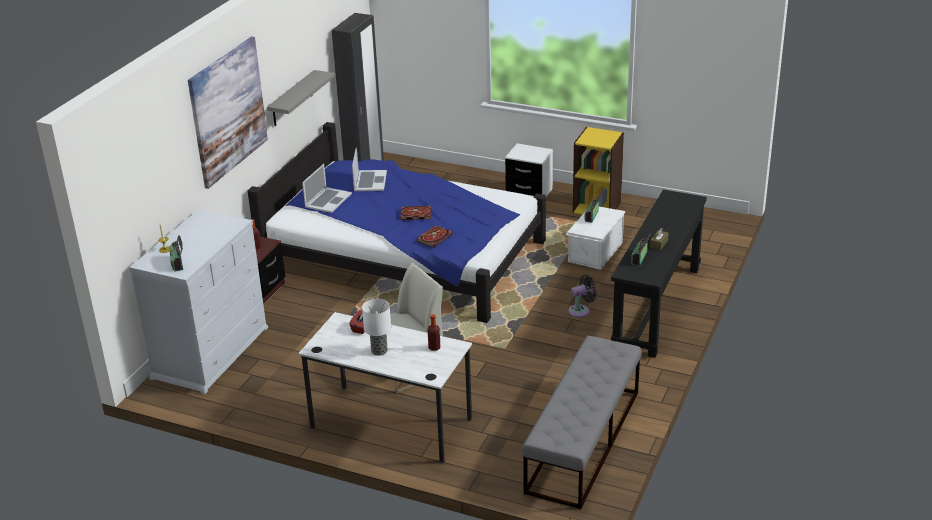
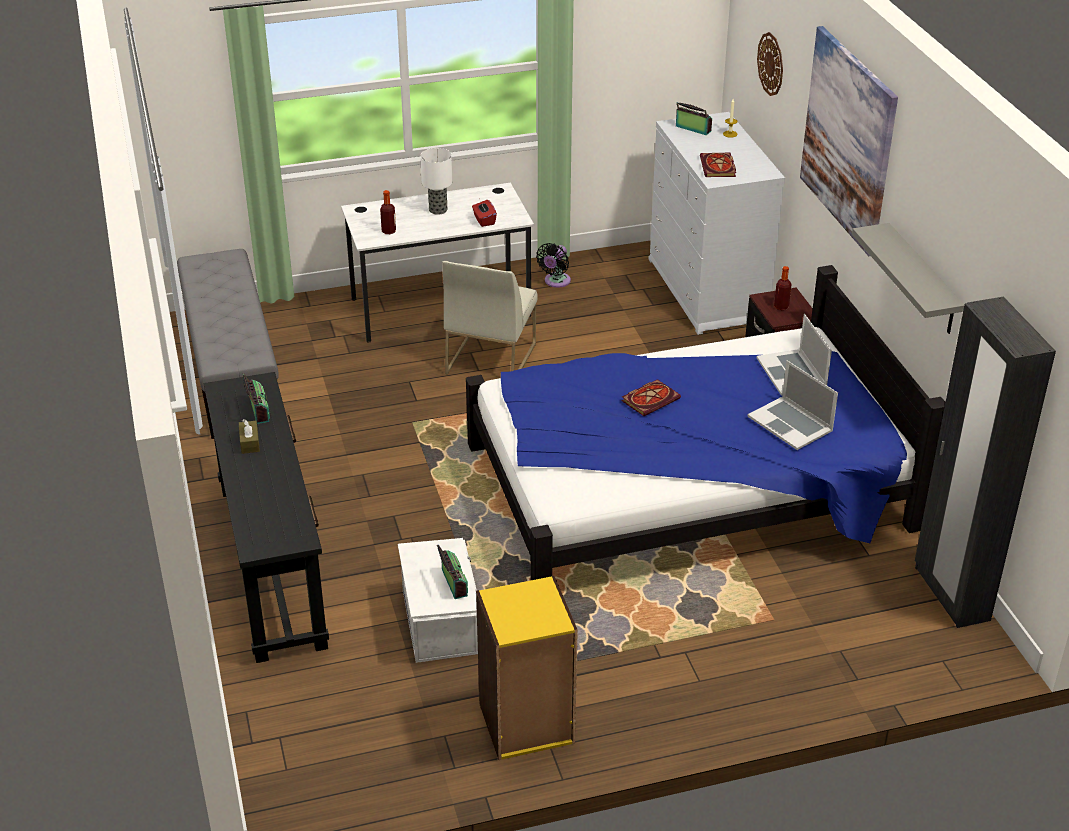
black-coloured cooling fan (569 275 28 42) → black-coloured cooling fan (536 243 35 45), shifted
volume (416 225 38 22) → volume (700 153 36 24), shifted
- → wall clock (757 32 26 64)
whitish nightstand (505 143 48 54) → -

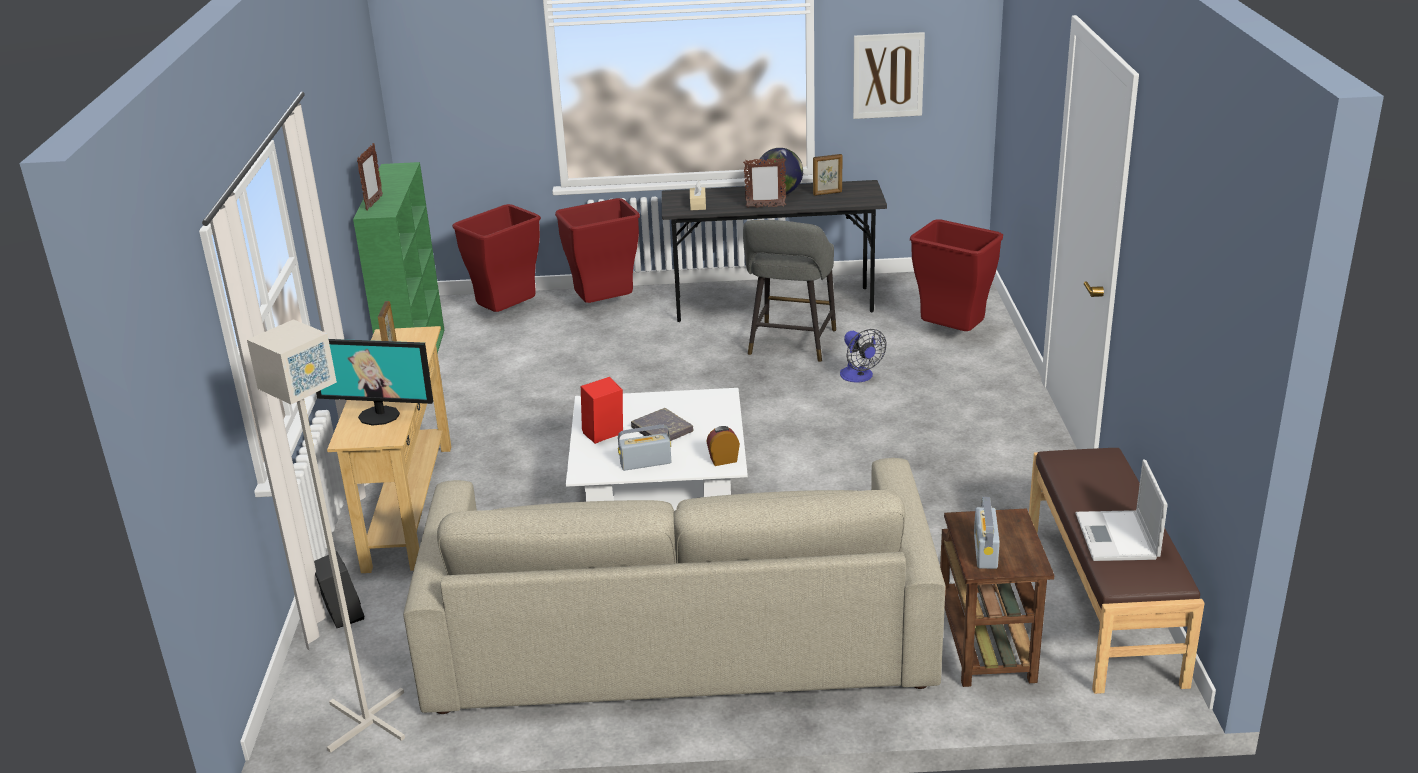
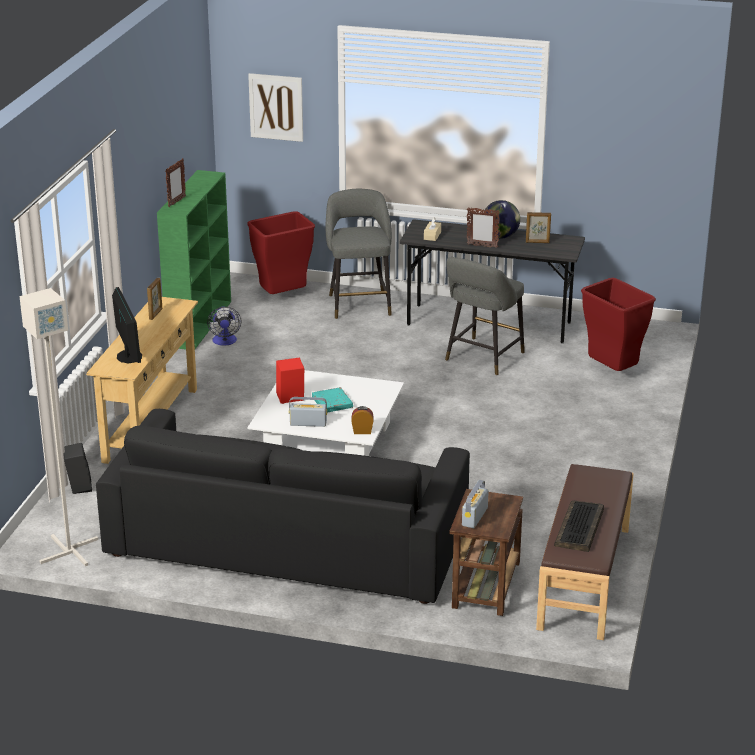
sand-coloured sofa (403 458 542 256) → black-coloured sofa (96 409 374 195)
monitor (316 339 117 87) → monitor (112 287 30 77), 135 degrees counterclockwise
cooling fan (840 329 46 53) → cooling fan (207 306 34 40), shifted
picture (853 32 72 87) → picture (248 73 55 69), shifted
greyish volume (631 408 62 33) → turquoise-coloured volume (312 387 41 26)
red-coloured rubbish bin (555 198 85 105) → greyish sitting stool (326 189 66 130)
portable computer (1075 459 93 102) → computer keyboard (554 501 50 51)

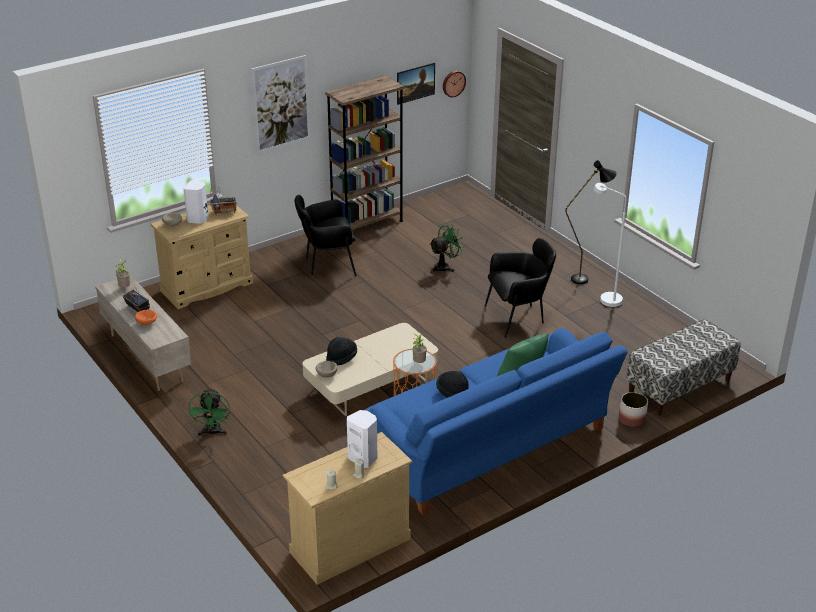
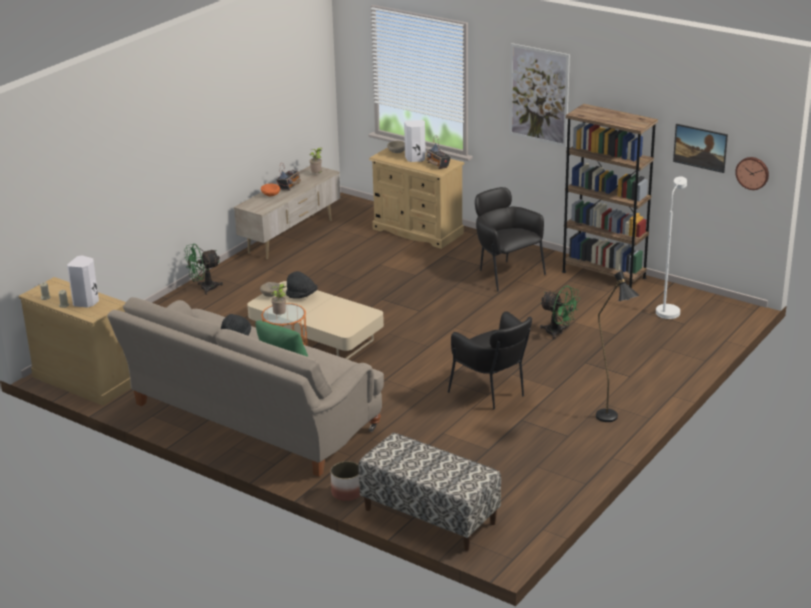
bluish sofa (365 328 263 187) → sand-coloured sofa (107 297 277 180)
whitish floor lamp (594 183 32 124) → whitish floor lamp (656 176 31 143), shifted

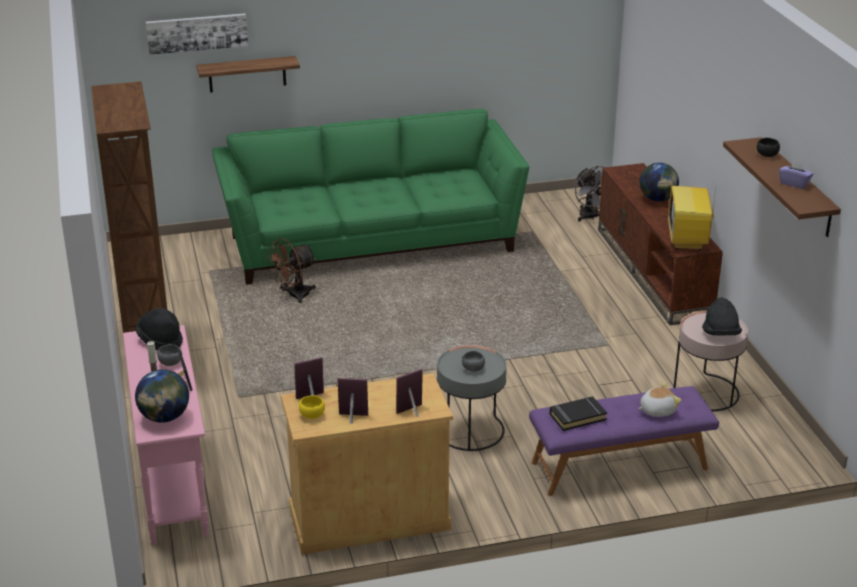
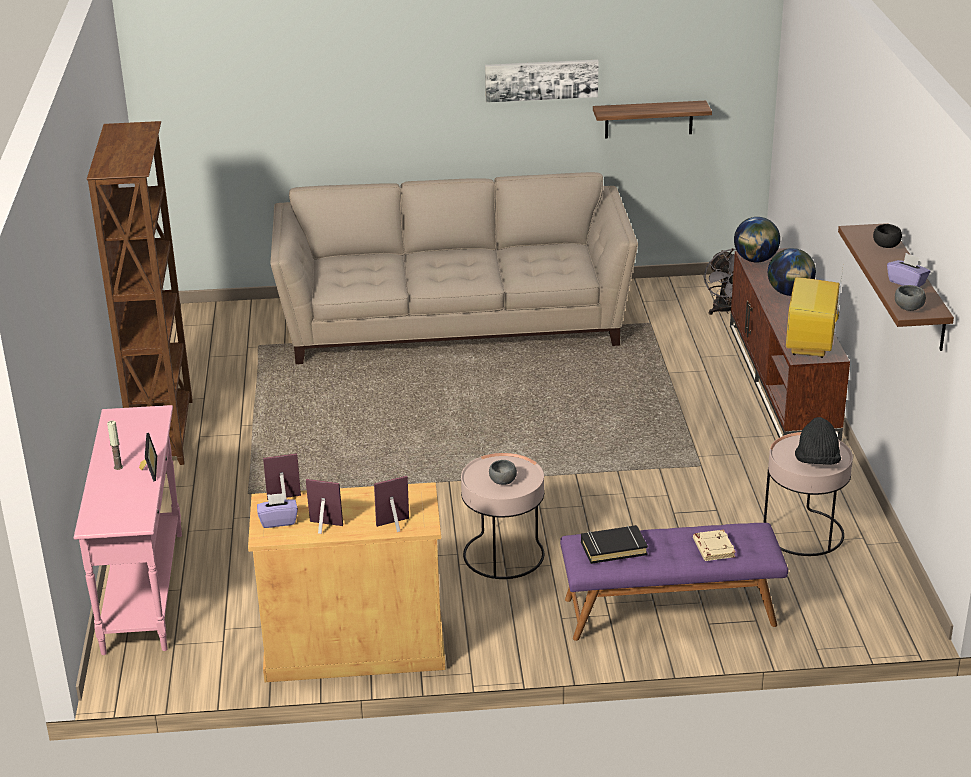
yellow-coloured serving bowl (299 395 26 24) → purple-coloured box of tissues (257 493 41 35)
green sofa (212 109 317 176) → sand-coloured sofa (270 172 368 192)
greyish end table (437 345 70 106) → pinkish end table (461 453 83 126)
picture (146 13 102 42) → picture (485 60 114 43), shifted
bracket shelf (196 56 104 37) → bracket shelf (593 101 119 37), shifted
plush toy (638 383 44 34) → sand-coloured volume (693 529 43 32)
desk globe (135 369 54 54) → desk globe (734 217 46 46), shifted
greyish serving bowl (157 344 25 22) → greyish serving bowl (895 285 31 26), shifted
black-coloured wearable hat (136 308 47 42) → -
brownish cooling fan (266 239 50 64) → -

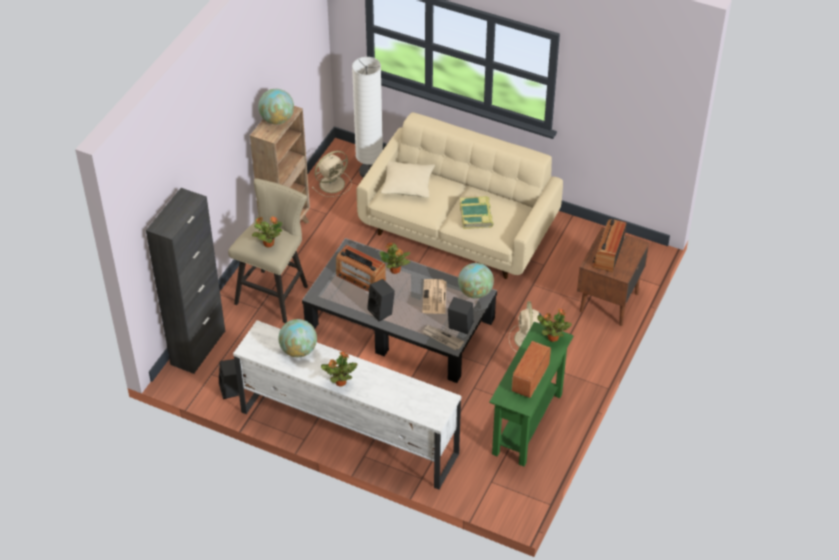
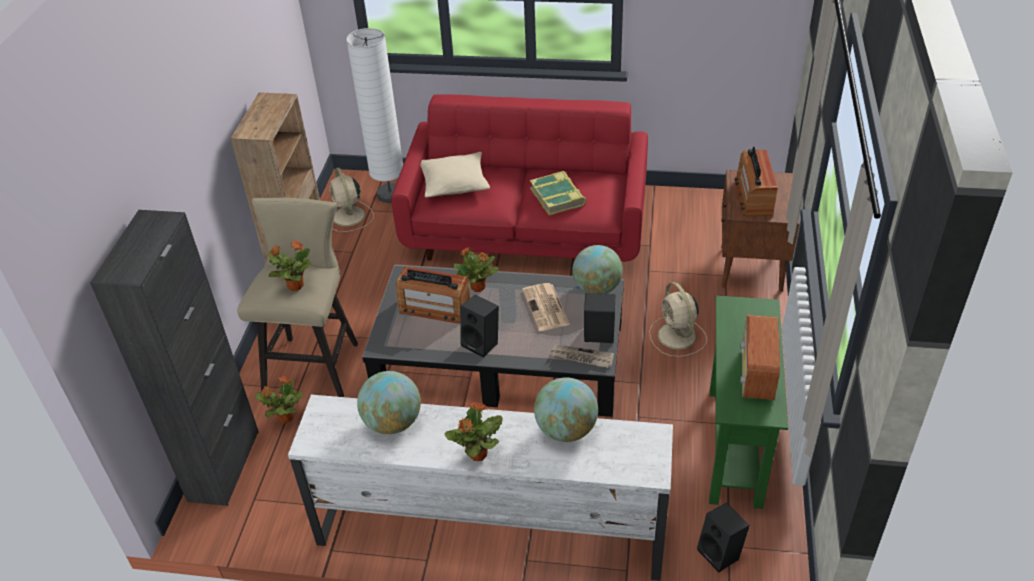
plant in a pot (538 308 34 34) → plant in a pot (255 376 48 47), shifted
sand-coloured cooling fan (312 151 40 46) → sand-coloured cooling fan (330 167 44 65), 120 degrees clockwise
sand-coloured sofa (357 112 206 167) → red-coloured sofa (391 94 257 168)
desk globe (258 89 36 35) → desk globe (534 377 64 65), shifted
black-coloured loudspeaker (219 359 20 40) → black-coloured loudspeaker (697 503 53 69), shifted

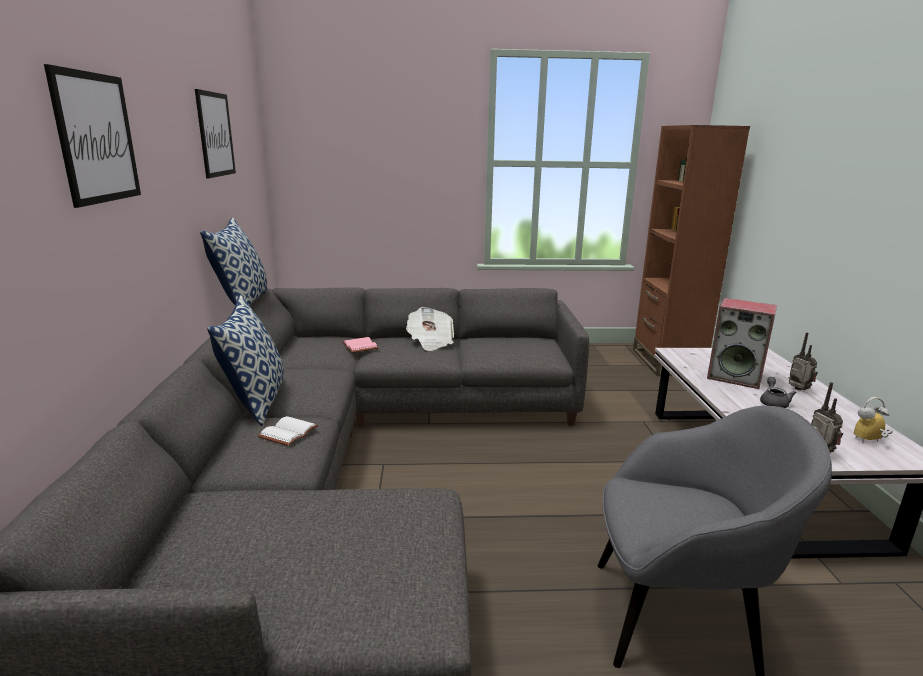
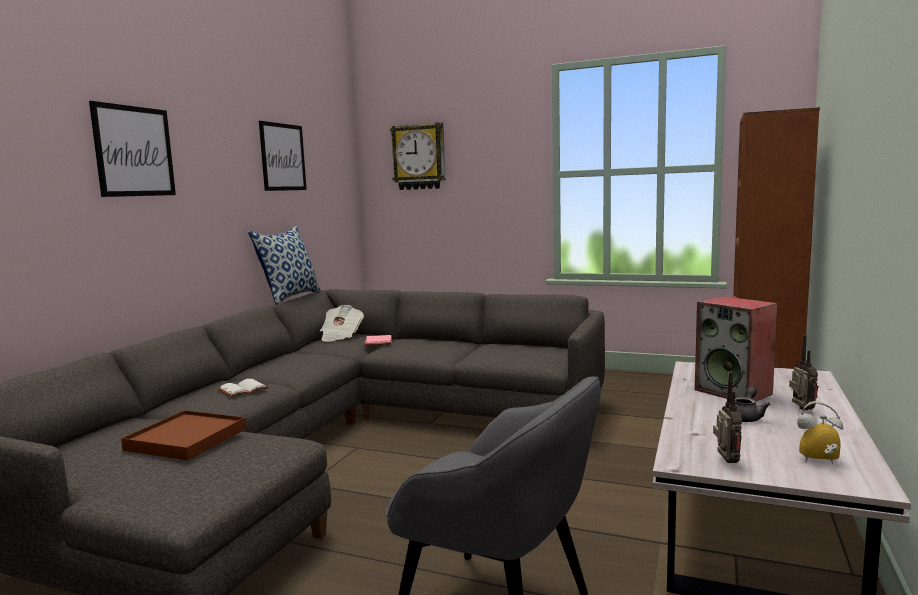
- → brownish serving tray (121 410 126 50)
printed paper (406 307 48 44) → printed paper (320 305 44 37), shifted
- → wall clock (390 122 55 68)
throw pillow (207 295 77 131) → -

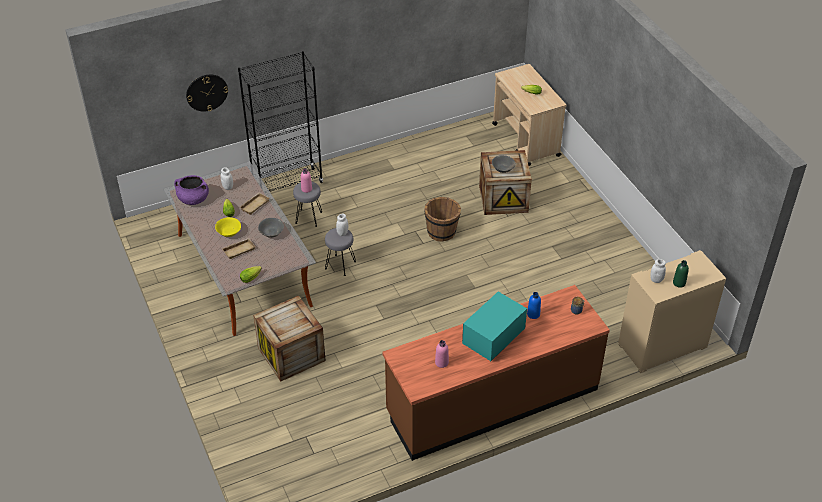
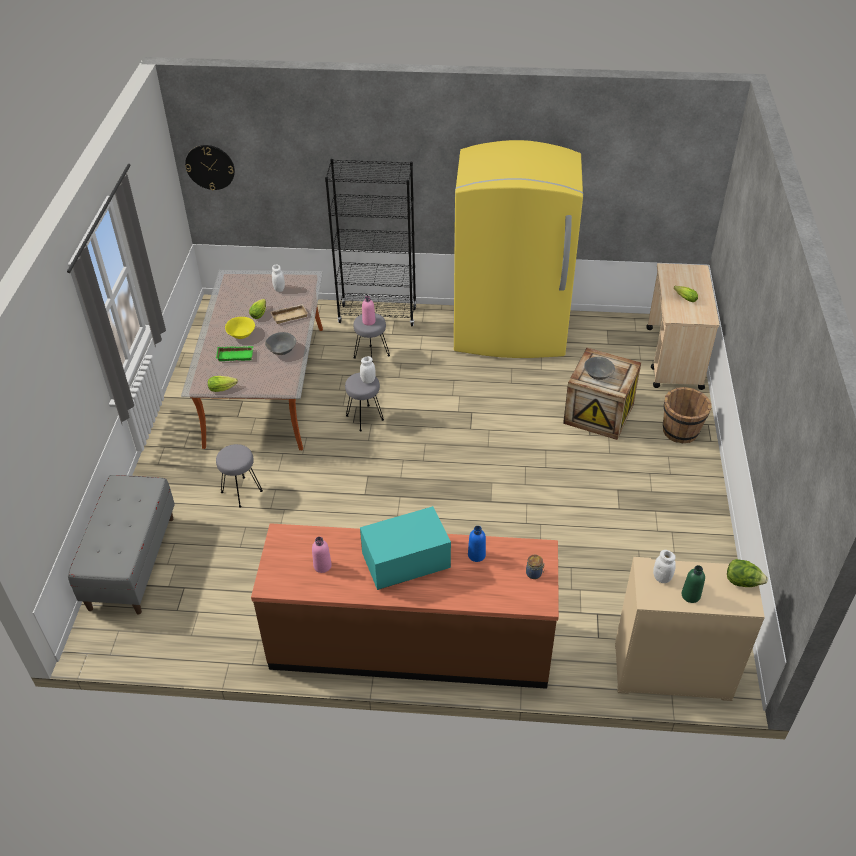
- → greyish bench (68 475 107 139)
wall clock (186 75 42 37) → wall clock (185 145 50 45), shifted
sand-coloured serving tray (221 238 35 21) → green serving tray (216 346 37 15)
shipping crate (253 296 73 85) → greyish sitting stool (216 444 47 64)
- → yellow-coloured fridge (454 140 129 218)
brownish bucket (424 197 37 45) → brownish bucket (663 387 48 56), shifted
- → lettuce head (727 559 41 28)
purple-coloured cooking pot (174 175 35 30) → -

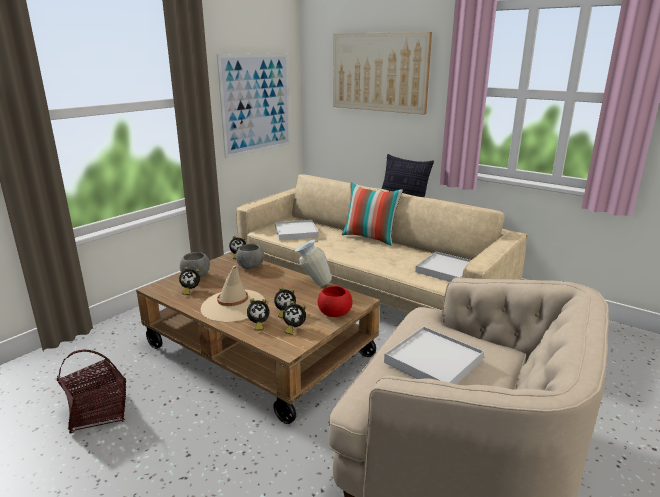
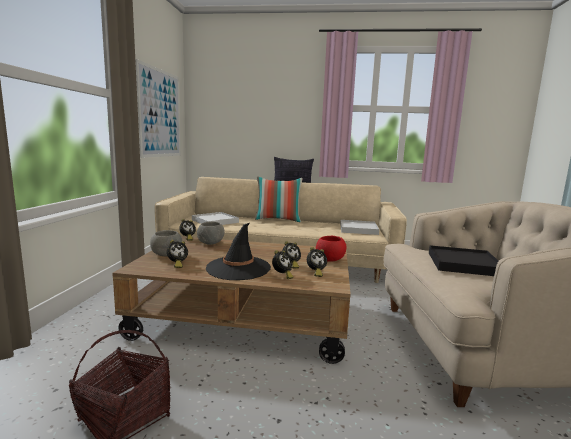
sand-coloured wearable hat (201 266 64 56) → black-coloured wearable hat (206 223 65 57)
whitish serving tray (384 326 100 58) → black-coloured serving tray (429 245 70 31)
vase (295 240 37 46) → -
picture (333 32 99 83) → -

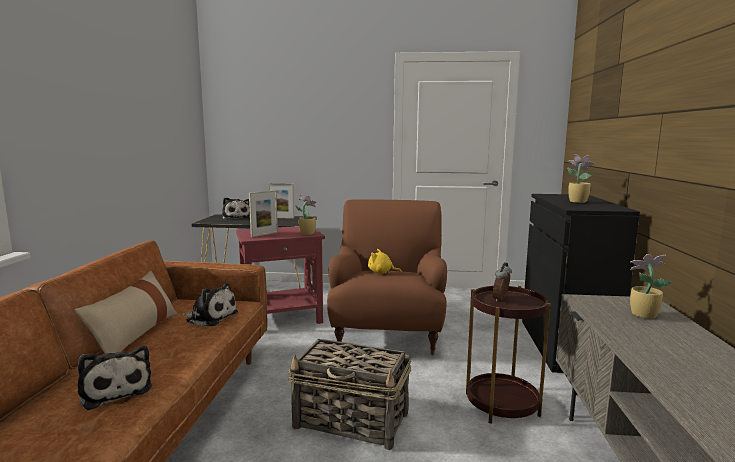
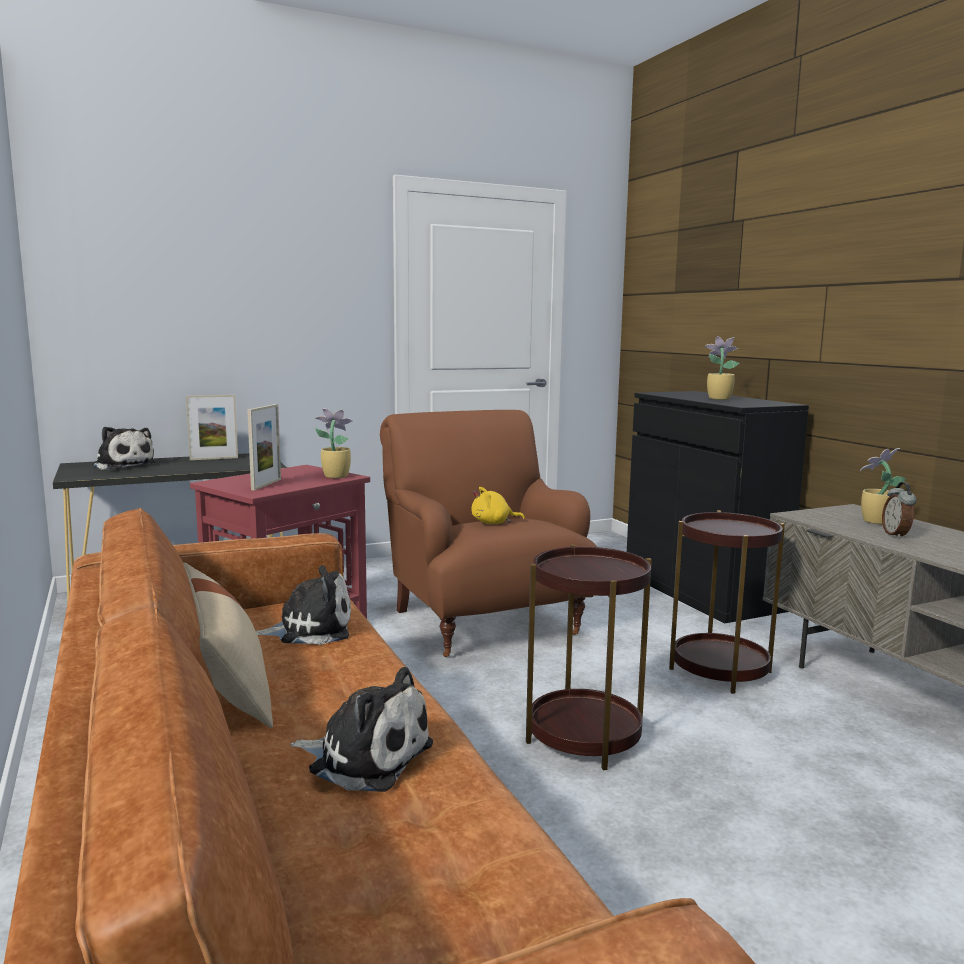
storage basket (288 339 123 111) → brownish end table (526 544 126 226)
alarm clock (493 262 19 40) → alarm clock (882 482 35 57), shifted

